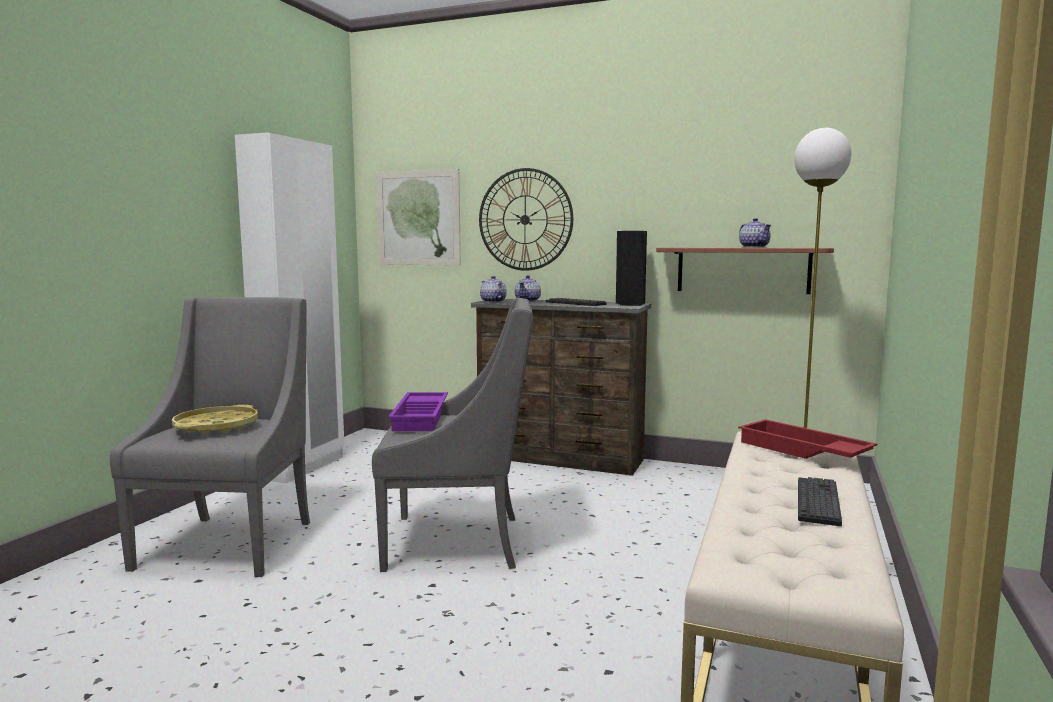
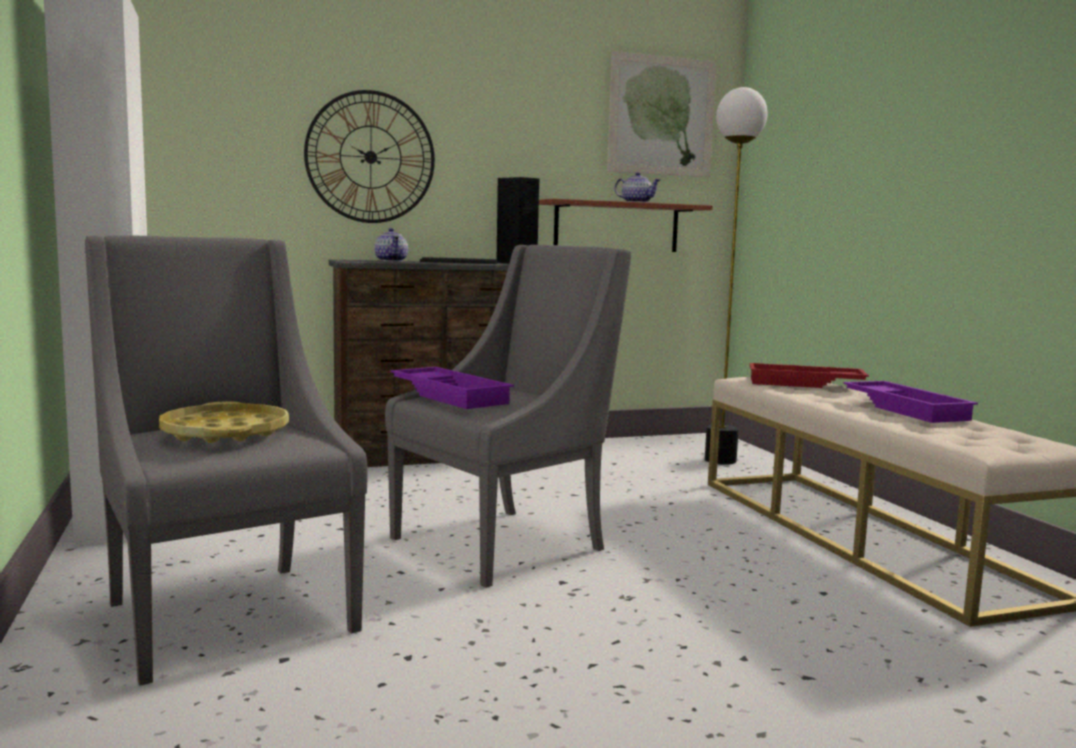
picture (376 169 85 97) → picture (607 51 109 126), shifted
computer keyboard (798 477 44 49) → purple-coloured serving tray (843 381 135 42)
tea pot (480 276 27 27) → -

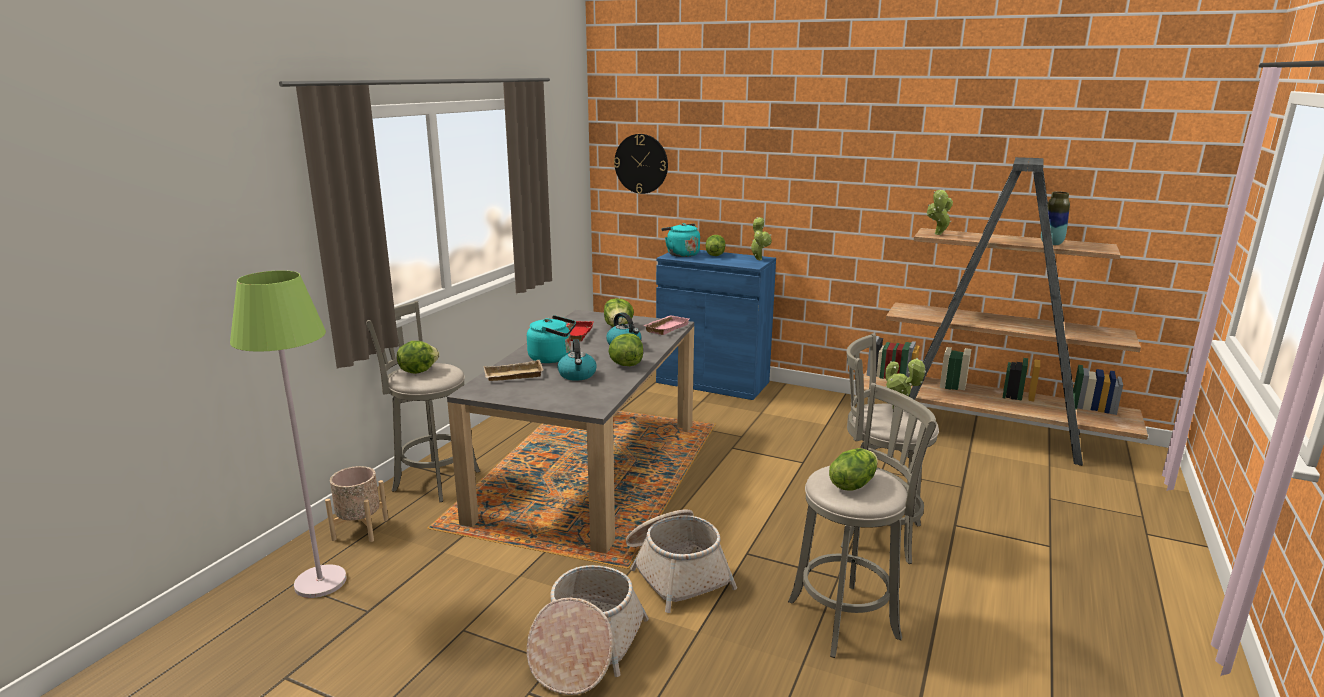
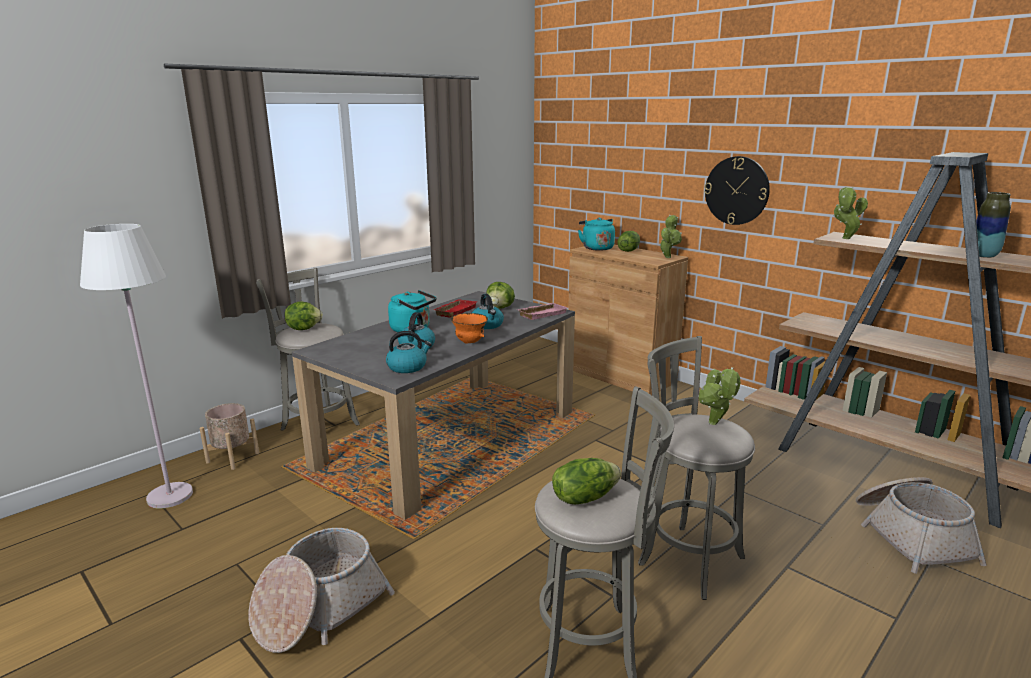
green floor lamp (230 270 117 328) → whitish floor lamp (80 224 113 284)
- → kettle (386 331 46 42)
lettuce head (608 333 35 33) → orange-coloured serving bowl (450 313 38 31)
bluish cupboard (656 250 120 150) → brownish cupboard (568 245 120 150)
wall clock (614 134 54 60) → wall clock (704 156 66 69), shifted
storage basket (626 509 111 104) → storage basket (856 477 131 97), shifted
sand-coloured serving tray (483 360 61 21) → -

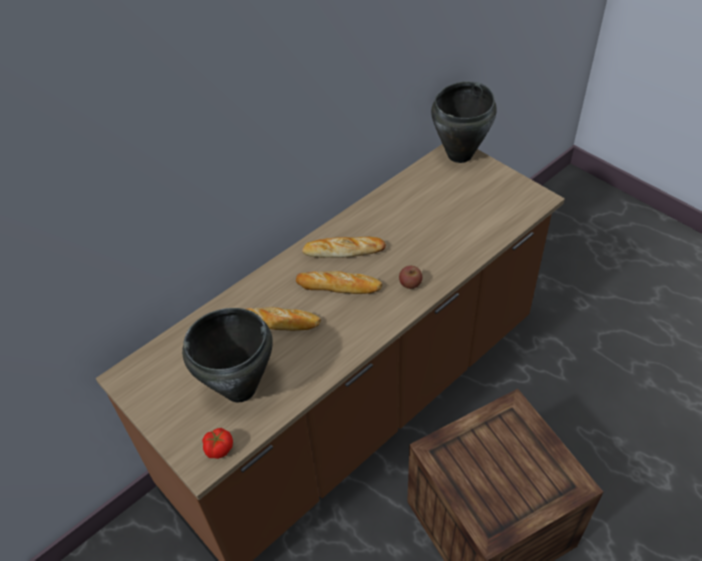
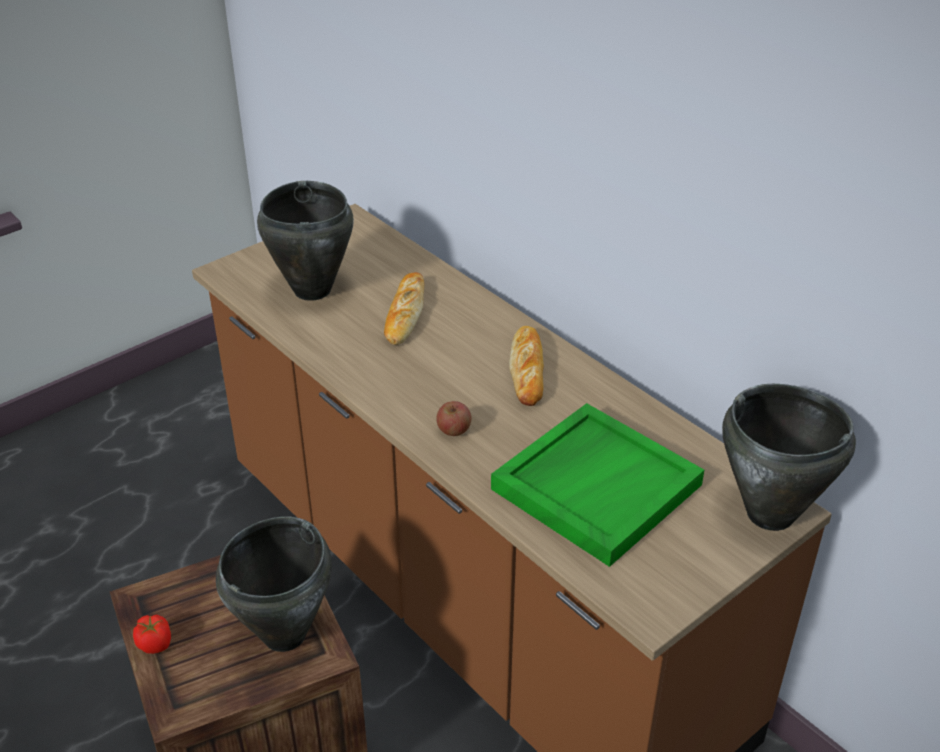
whole tomato (202 428 31 31) → whole tomato (133 615 38 39), shifted
- → black-coloured cooking pot (216 517 116 135)
- → green serving tray (491 403 213 164)
bakery bread (296 271 87 23) → -

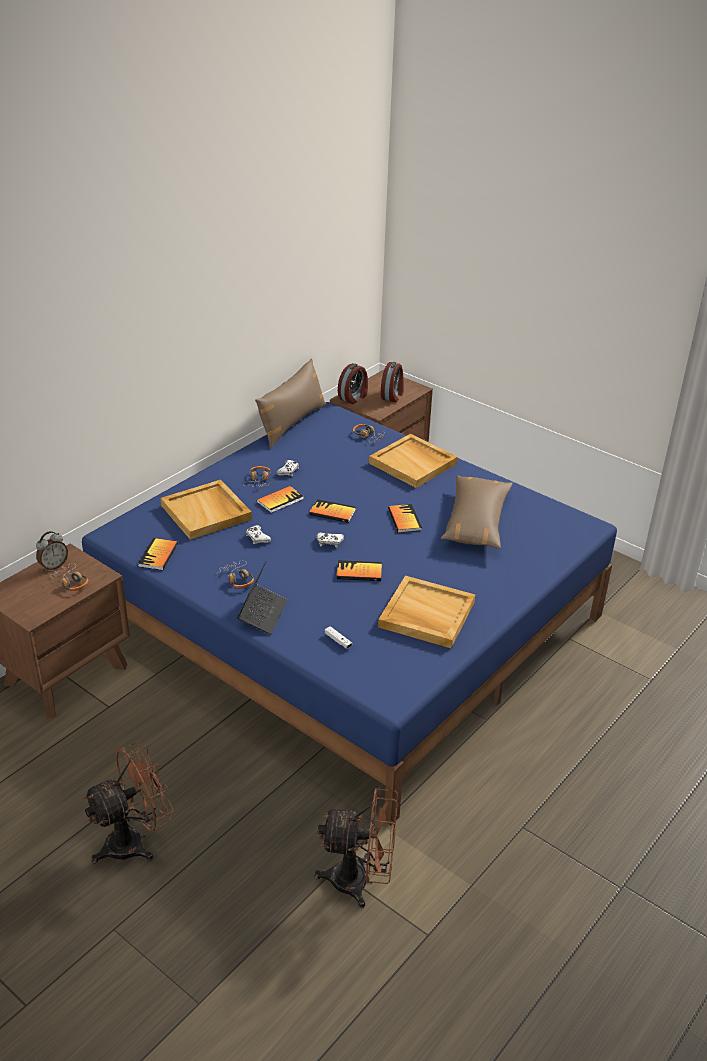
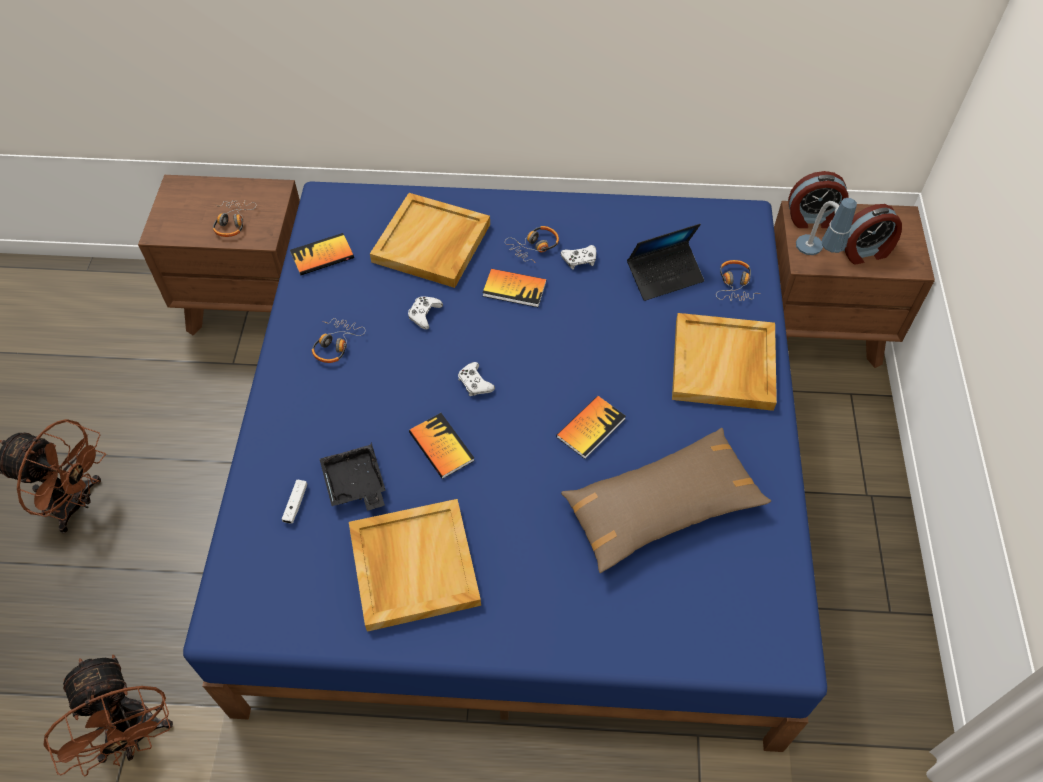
- → black-coloured serving tray (320 442 66 69)
portable computer (237 560 50 75) → portable computer (627 224 77 77), shifted
- → lamp for a table (796 198 61 57)
alarm clock (36 531 32 40) → -
brownish throw pillow (255 358 72 90) → -
volume (309 499 47 24) → -

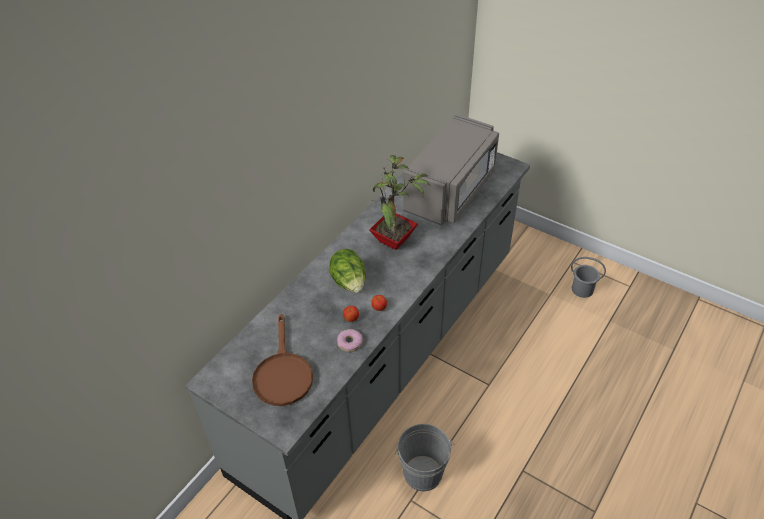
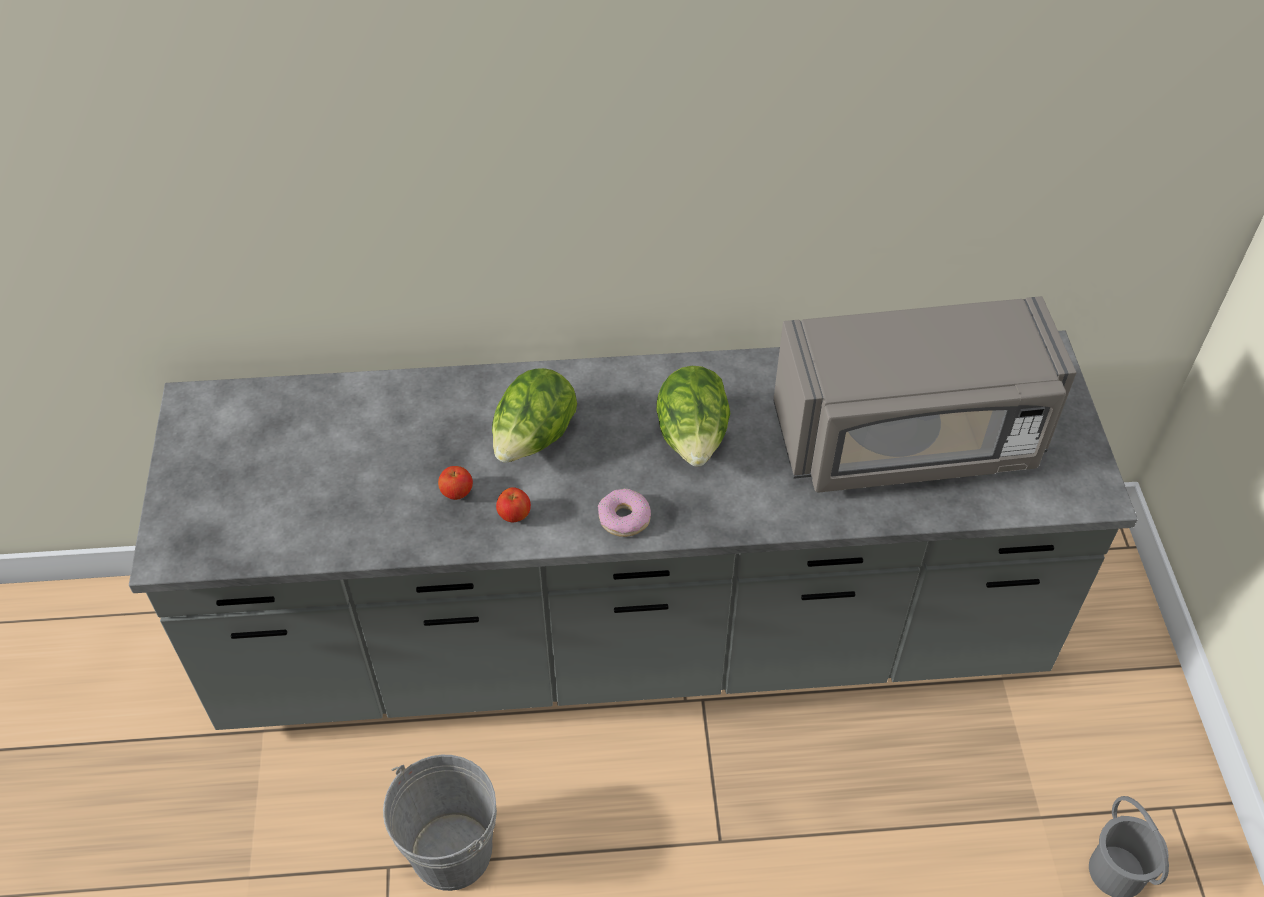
doughnut (337 329 26 23) → doughnut (598 489 53 48), shifted
plant in a pot (369 155 62 95) → lettuce head (656 366 74 101)
brownish pan (252 314 61 92) → -

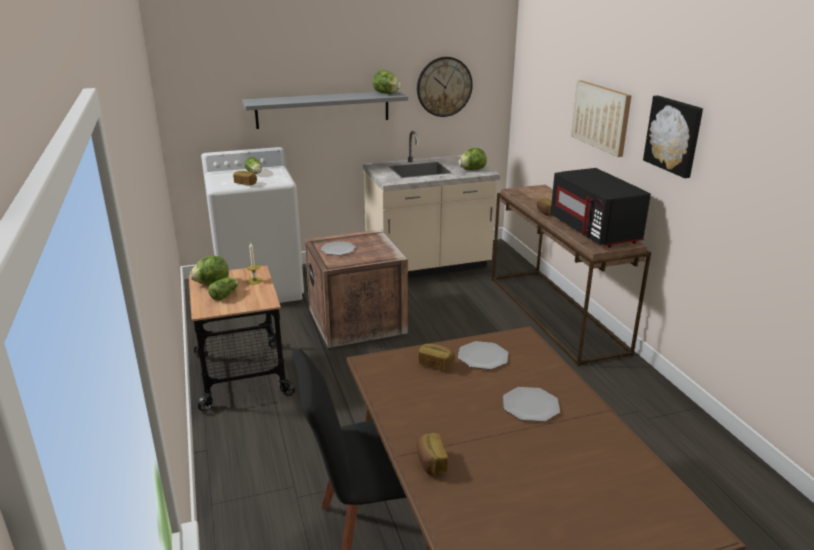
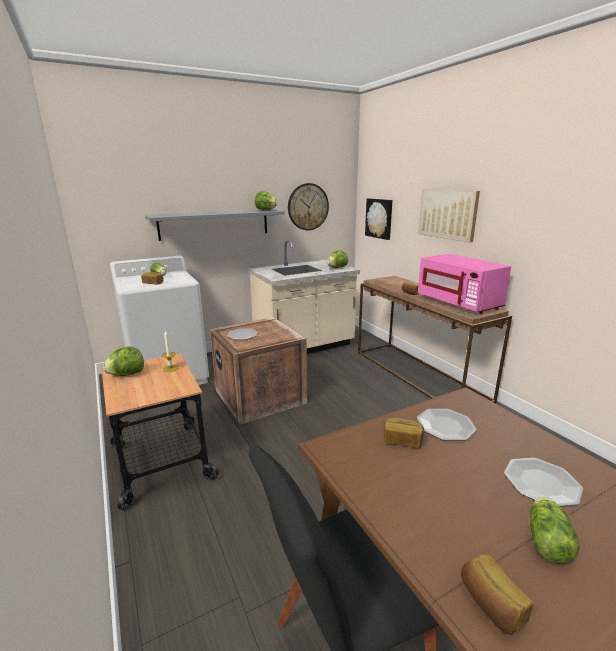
picture (643 95 60 83) → picture (365 198 28 42), shifted
black-coloured microwave oven (551 168 100 80) → pinkish microwave oven (418 254 93 60)
lettuce head (208 277 31 23) → lettuce head (530 497 50 67), shifted

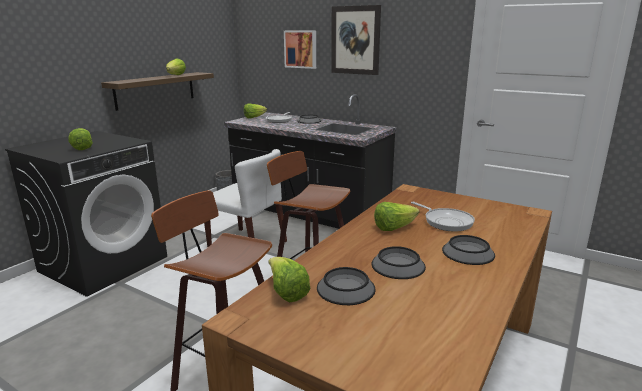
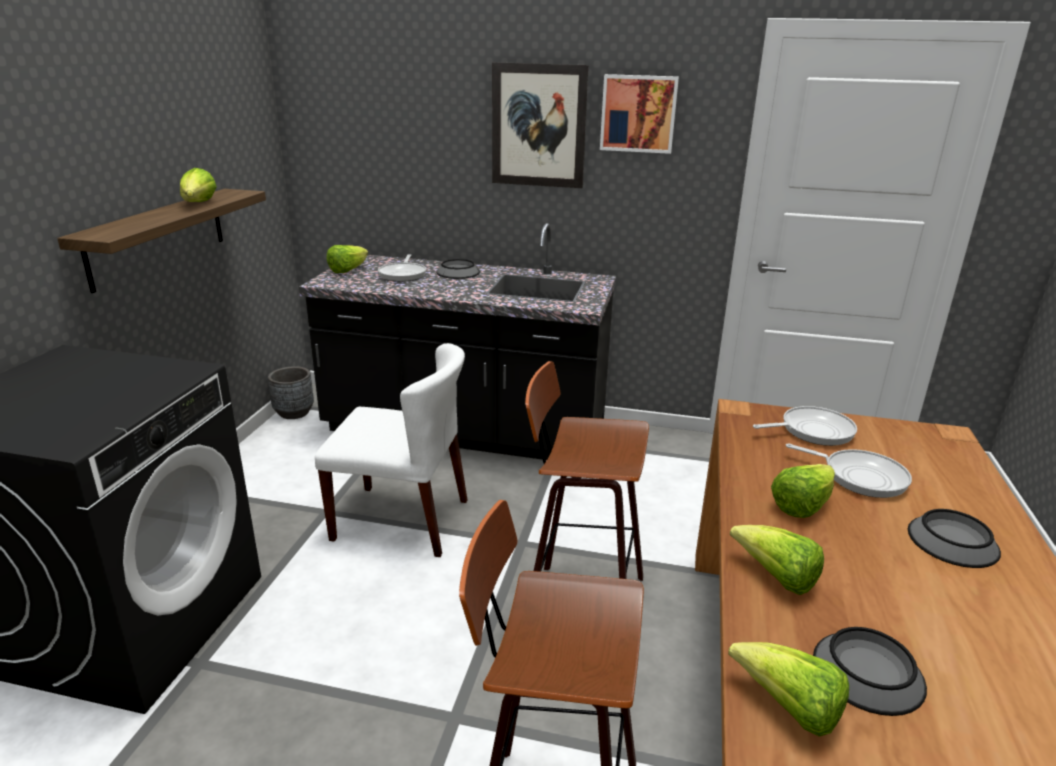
picture (284 31 32 38) → picture (600 74 79 80), shifted
lettuce head (68 128 25 22) → lettuce head (730 525 94 70), shifted
- → pan (753 406 104 40)
serving bowl (371 246 55 33) → -

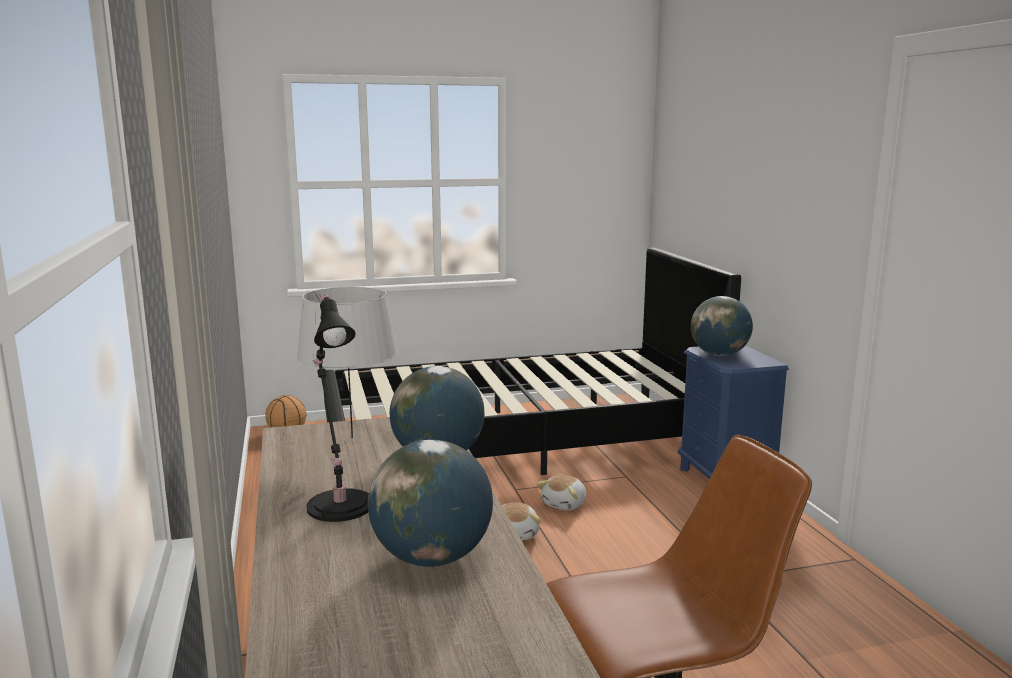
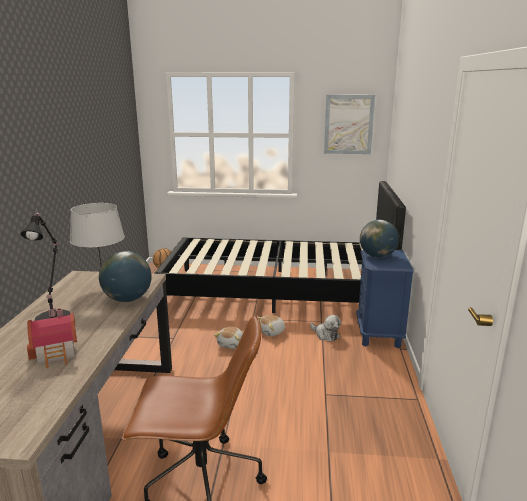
desk globe (368 440 125 127) → miniature house (27 308 50 60)
- → plush toy (310 315 31 26)
- → picture (324 95 51 59)

